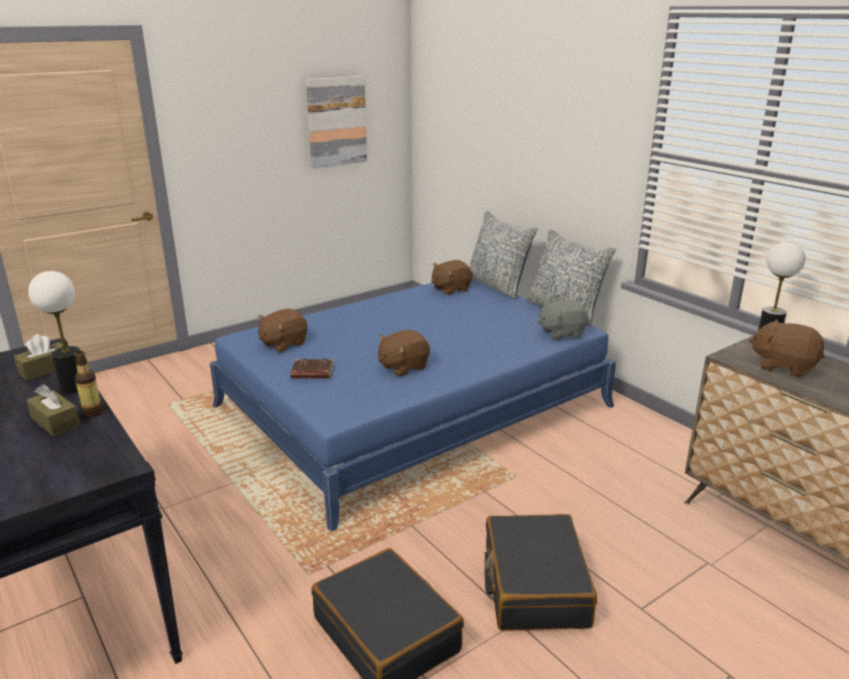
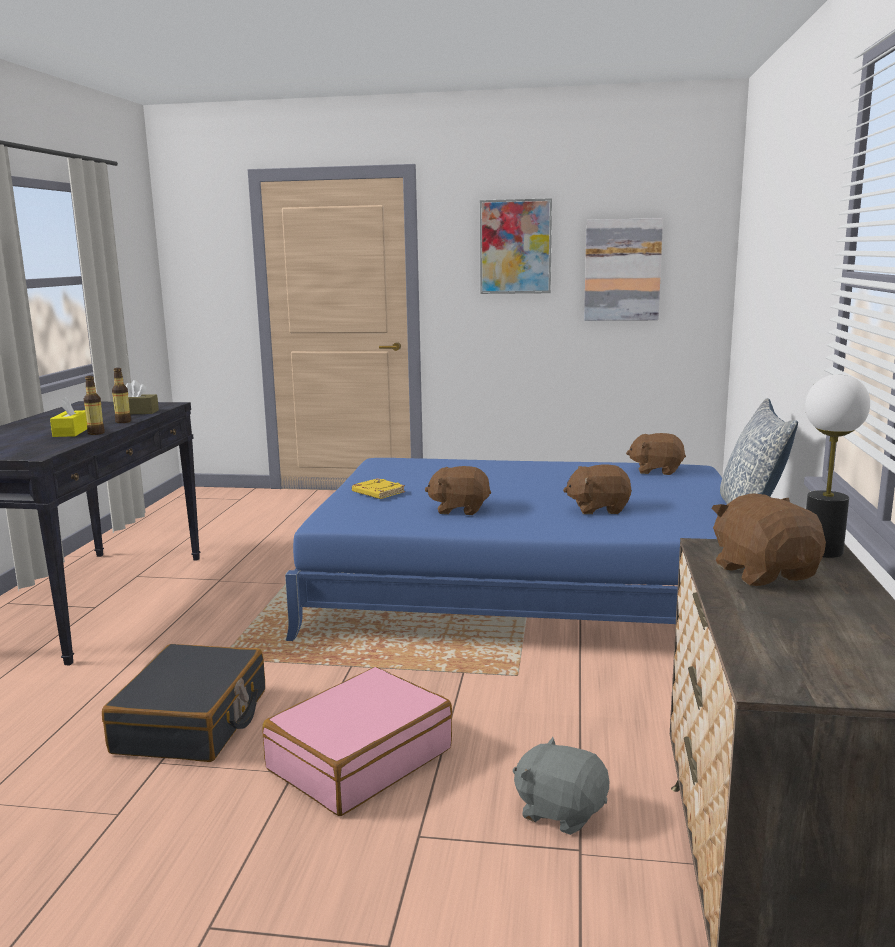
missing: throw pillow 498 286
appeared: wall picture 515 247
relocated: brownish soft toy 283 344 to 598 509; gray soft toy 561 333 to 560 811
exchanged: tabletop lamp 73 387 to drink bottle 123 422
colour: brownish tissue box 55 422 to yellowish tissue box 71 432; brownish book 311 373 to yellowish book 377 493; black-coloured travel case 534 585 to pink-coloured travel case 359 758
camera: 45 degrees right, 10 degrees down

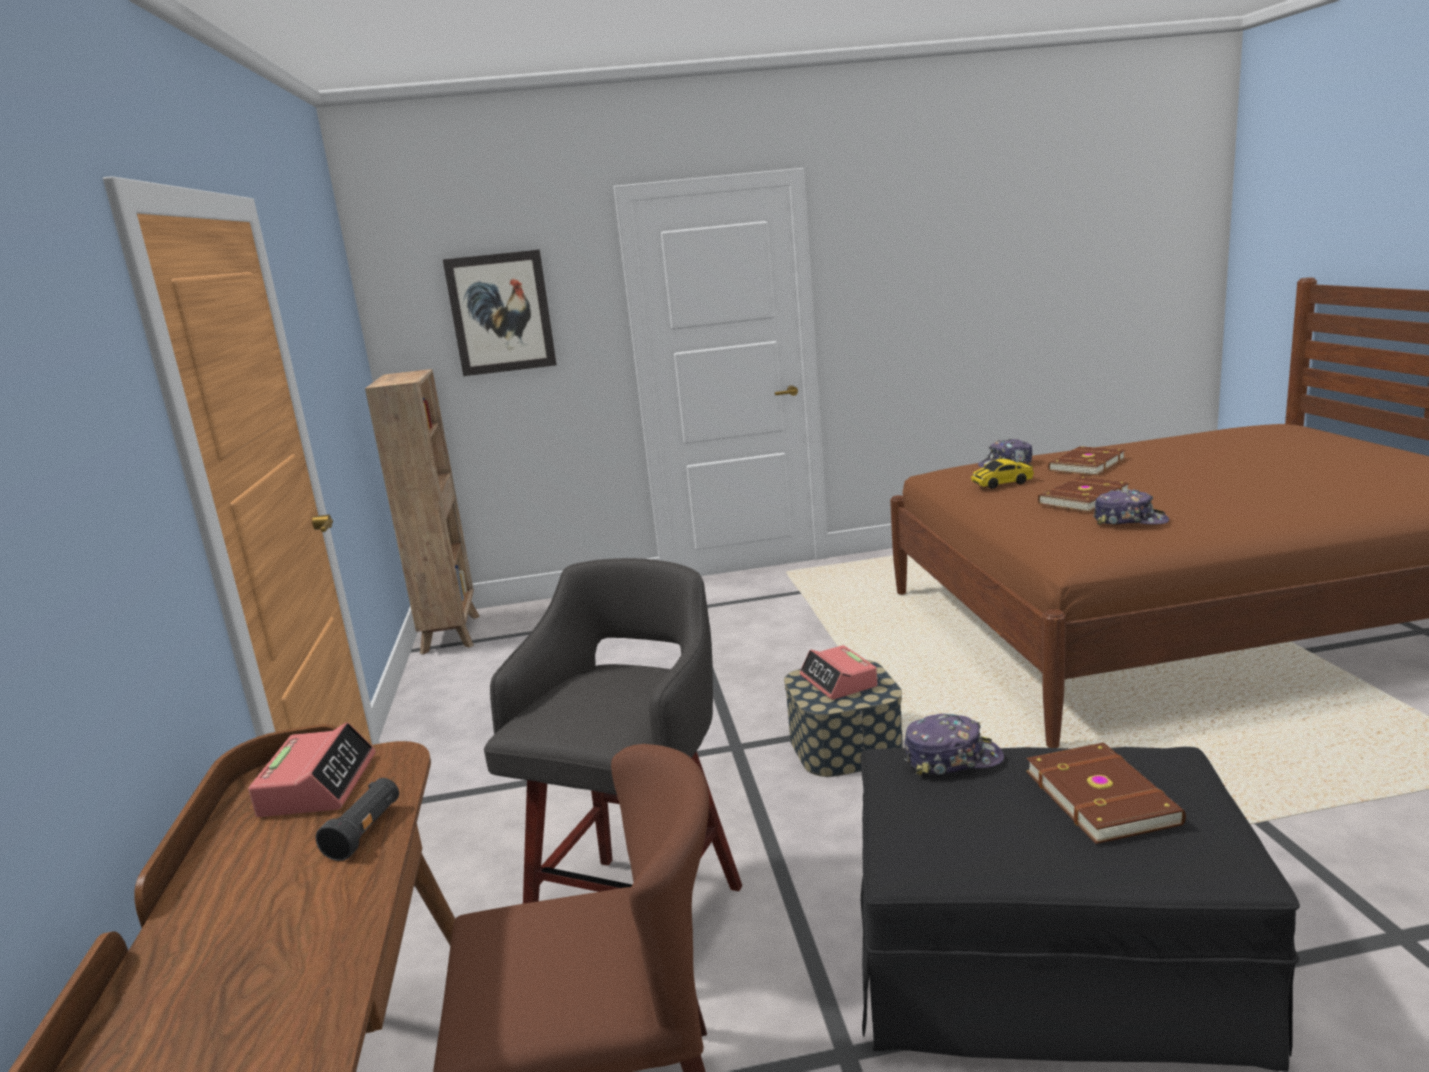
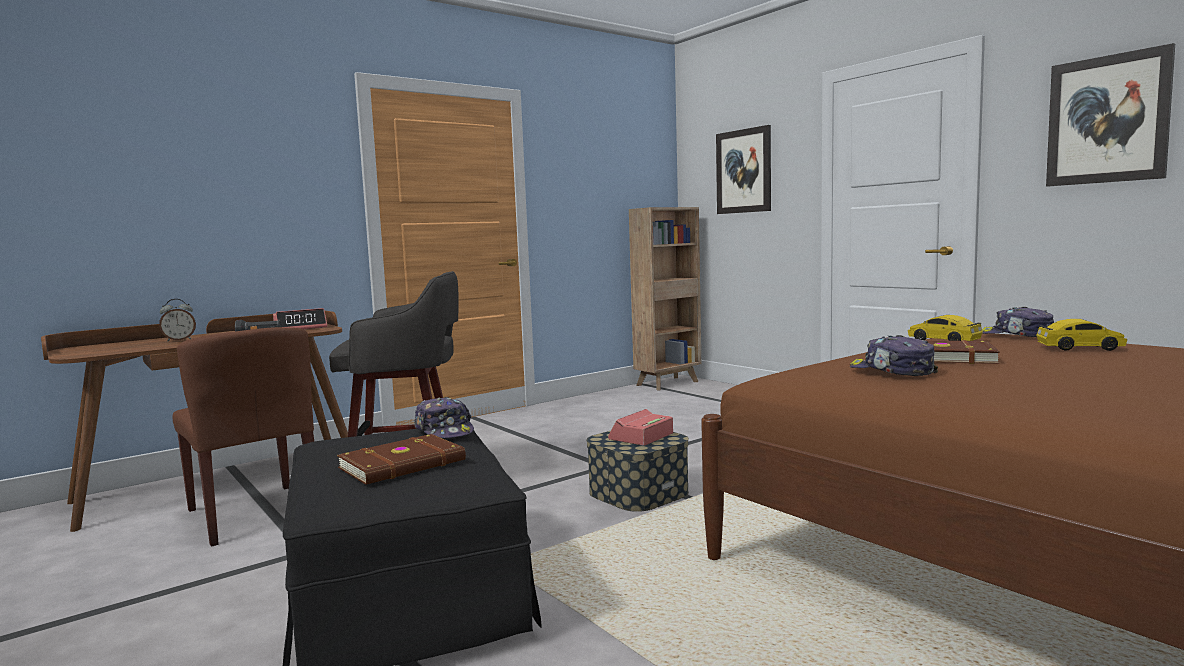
appeared: alarm clock 179 340; wall picture 1107 120
exchanged: brownish book 1085 465 to toy car 1080 348
spun: baseball cap 1130 520 = 892 371 150 degrees clockwise
camera: 60 degrees right, 10 degrees down

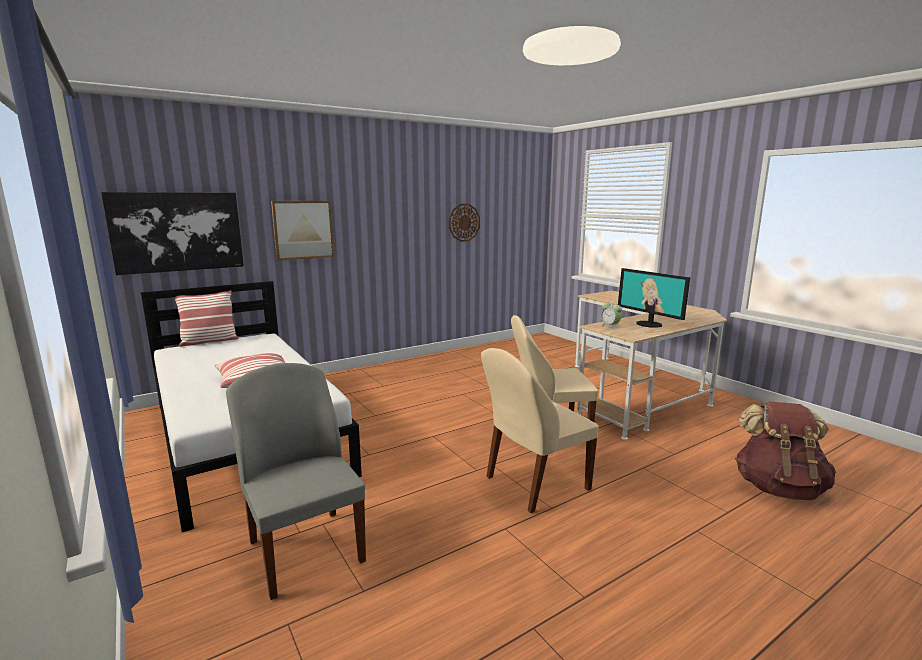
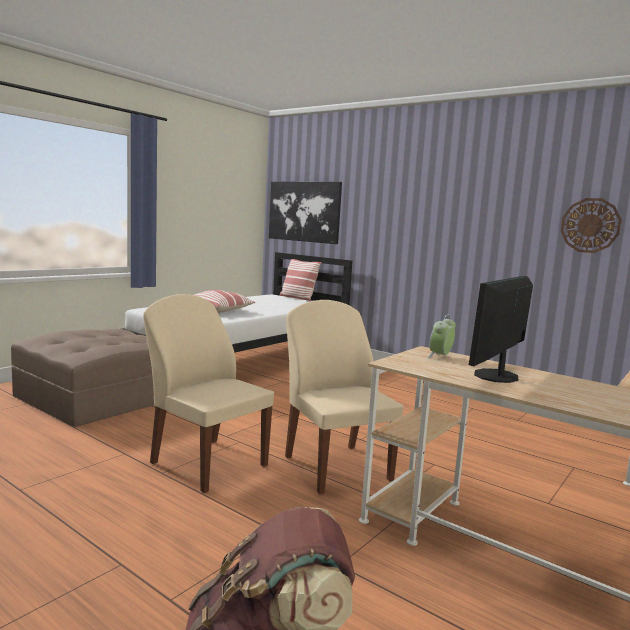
missing: wall picture 303 229
exchanged: gray upright chair 305 549 to brownish footrest 100 396
camera: 70 degrees right, 5 degrees down

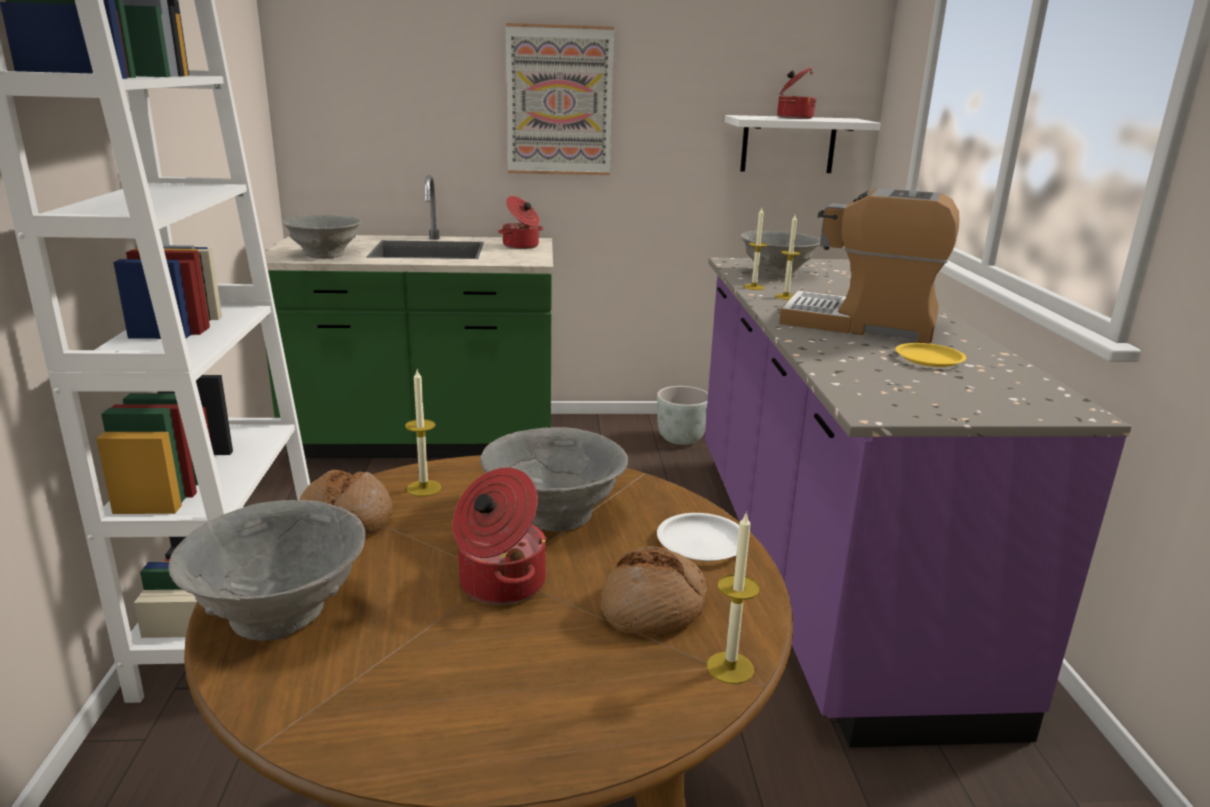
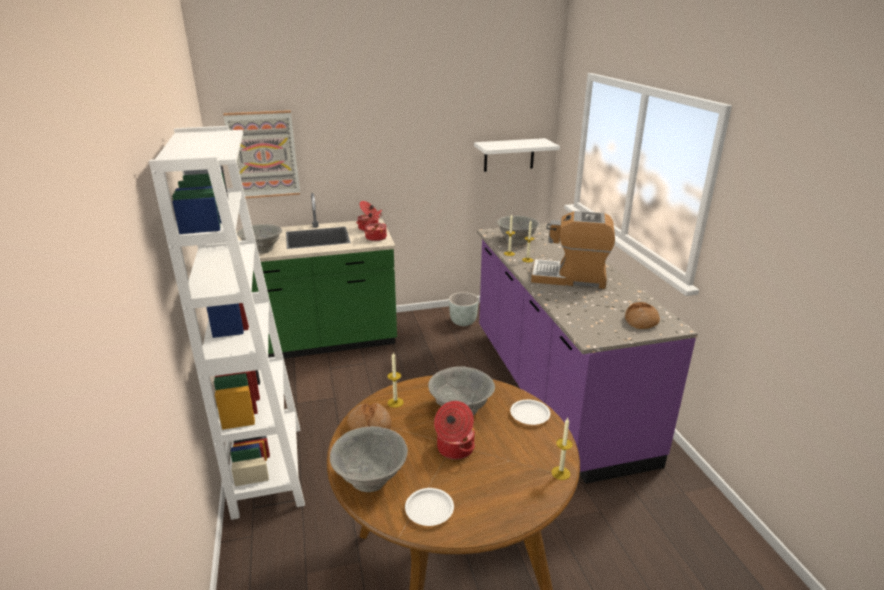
missing: yellowish dinner plate 929 359
appeared: white dinner plate 429 509
relocated: wall picture 559 101 to 263 155; bread 653 607 to 641 321; cooking pot 793 118 to 375 237
camera: 10 degrees left, 5 degrees up

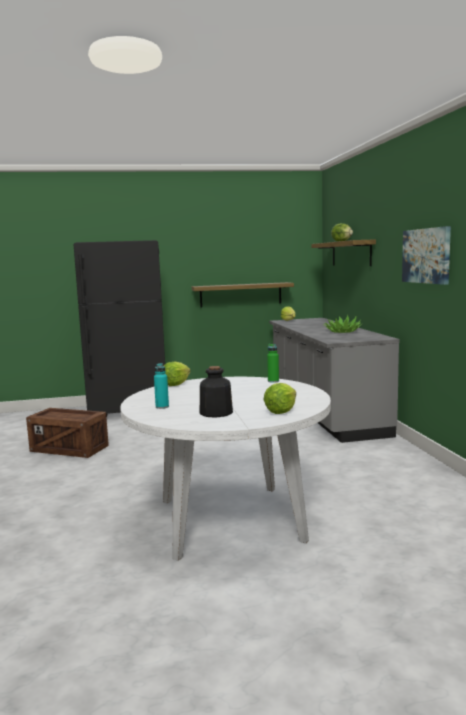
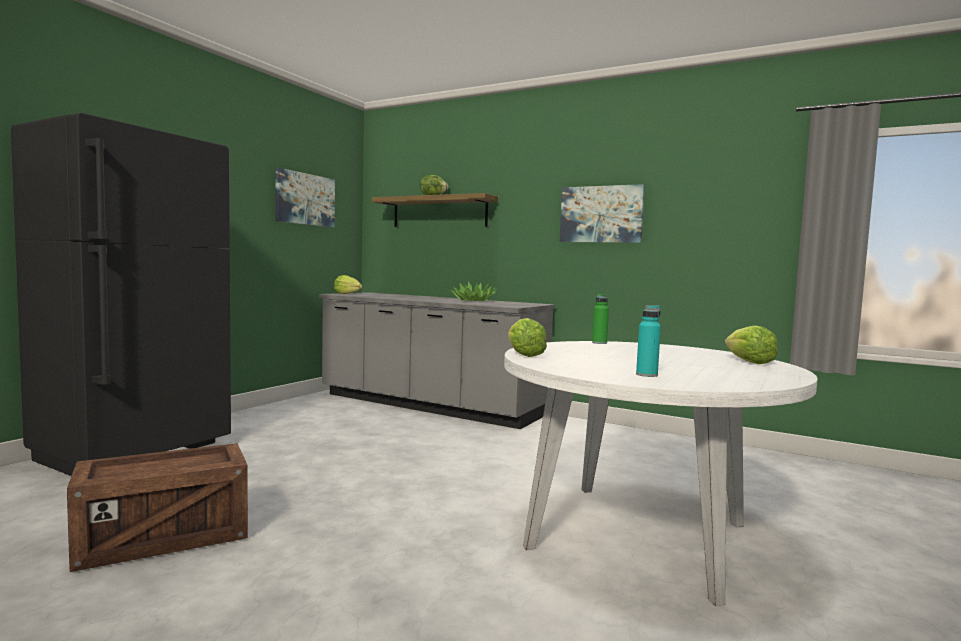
missing: bracket shelf 241 294; drink bottle 215 413
appeared: wall picture 305 199
camera: 50 degrees left, 5 degrees down

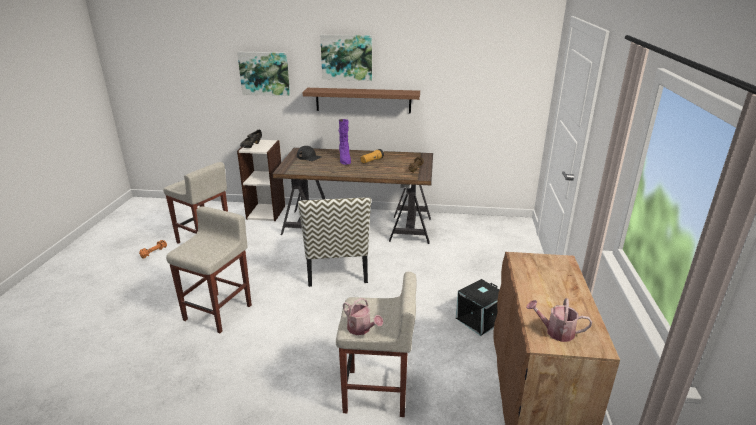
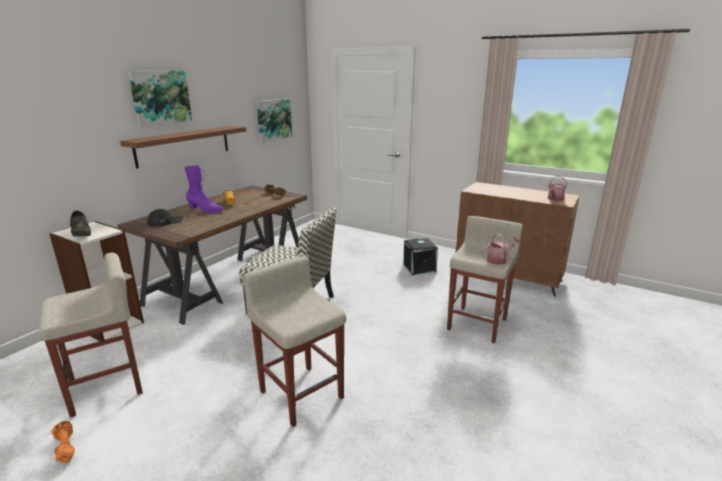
relocated: wall picture 264 73 to 273 120
camera: 65 degrees left, 5 degrees down

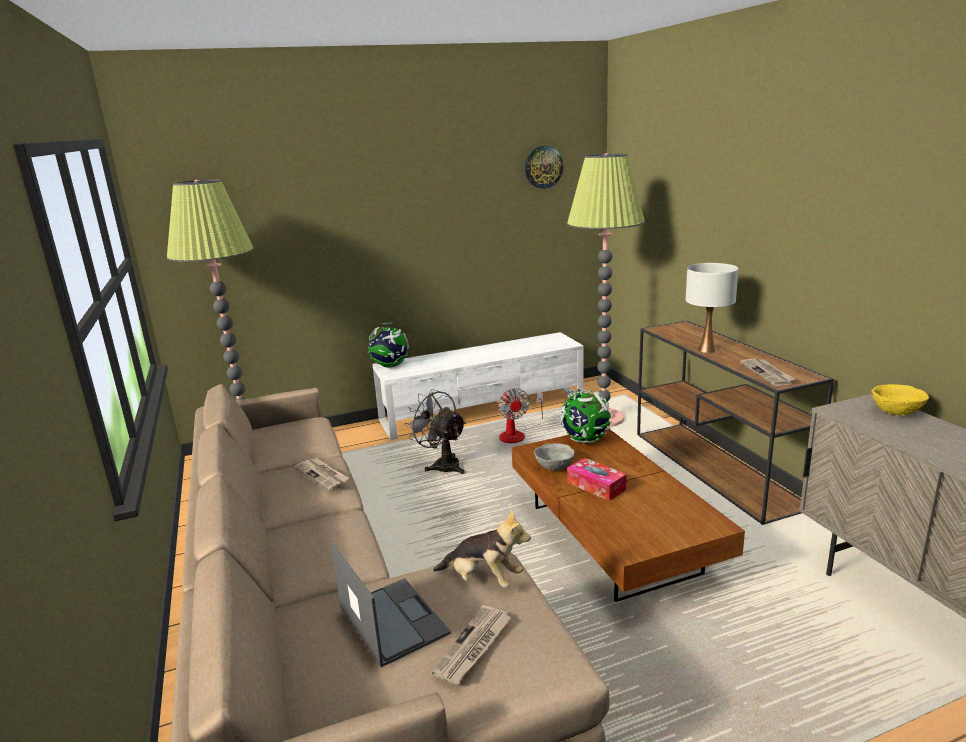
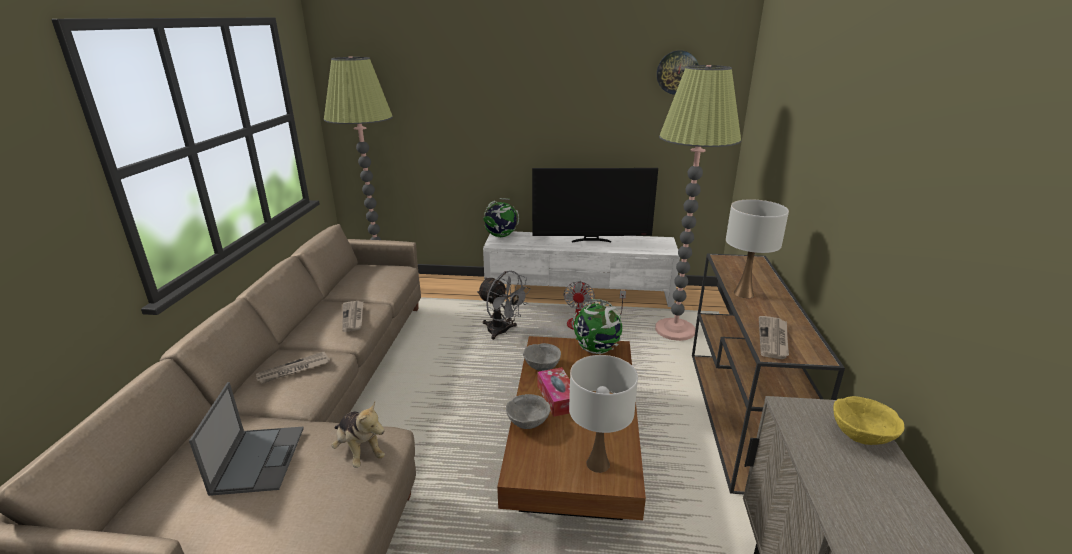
appeared: gray deep dish 527 423; TV set 591 240; white tabletop lamp 598 463
relocated: daily paper 473 647 to 293 370
spun: gray electric fan 442 465 = 502 332 150 degrees clockwise
camera: 25 degrees right, 5 degrees up

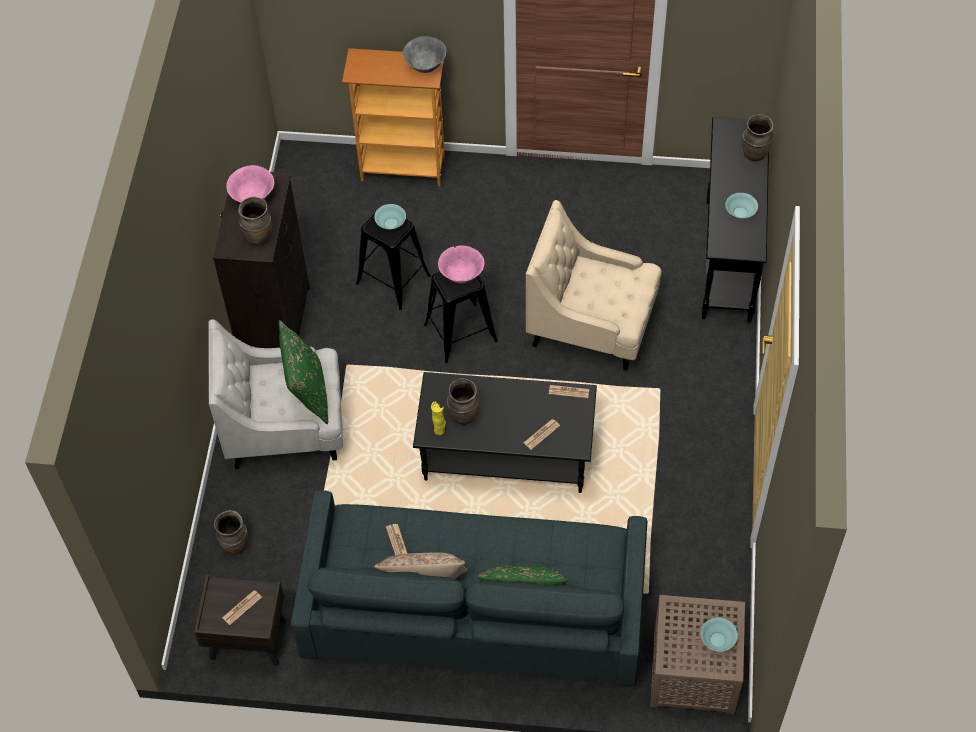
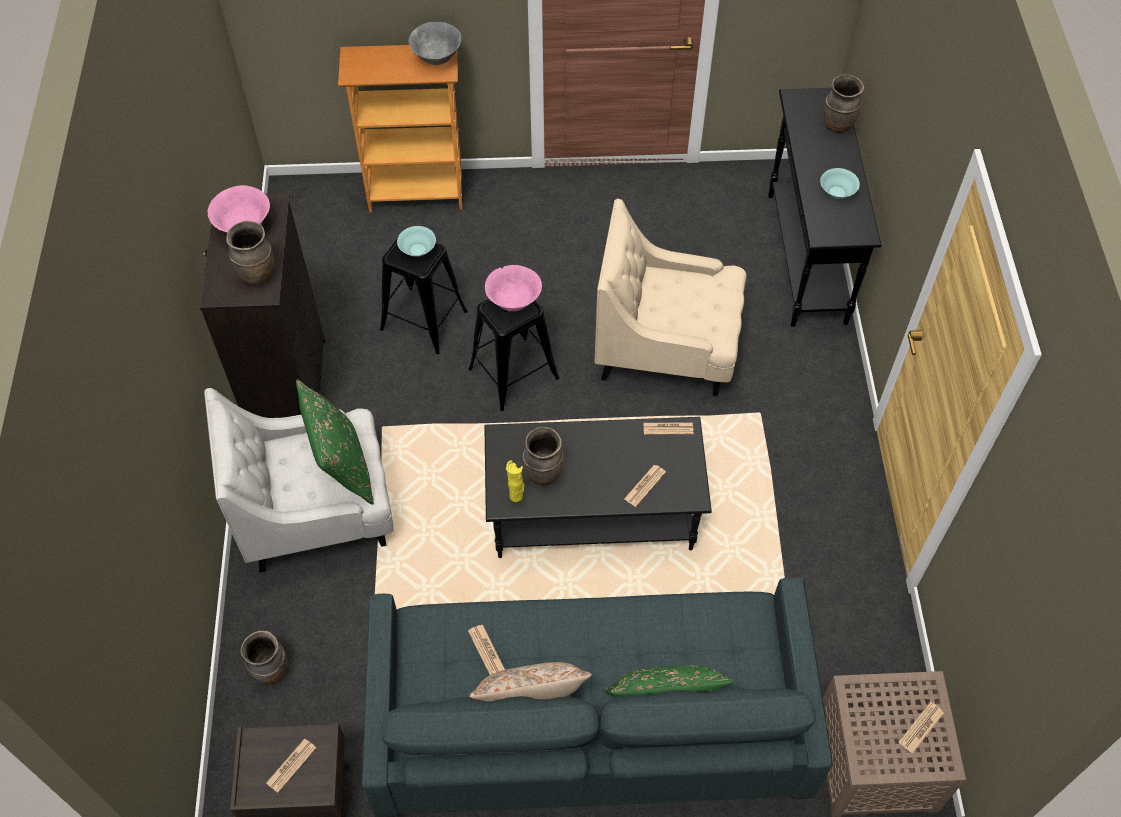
exchanged: turquoise-coloured deep dish 717 640 to daily paper 921 727
camera: 10 degrees left, 0 degrees up

